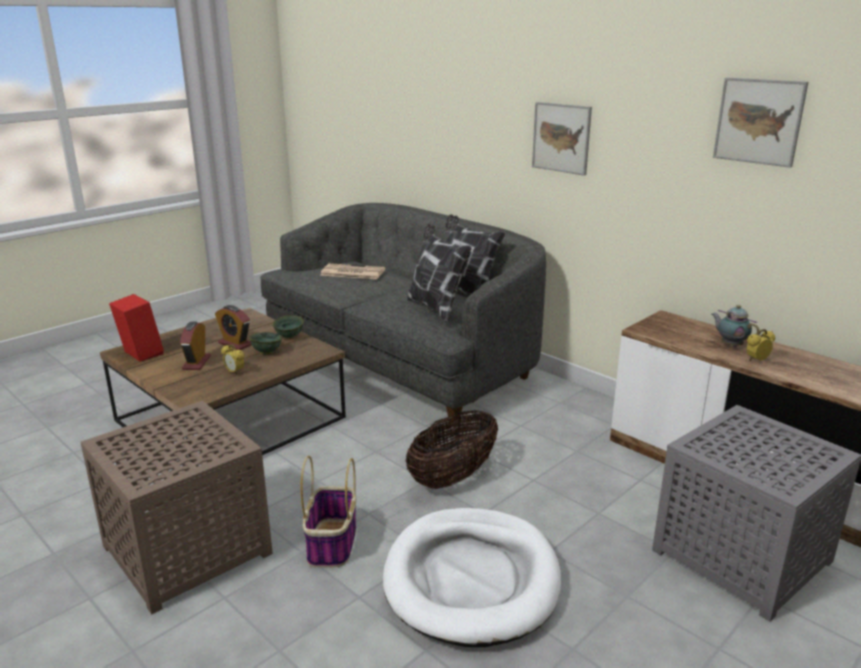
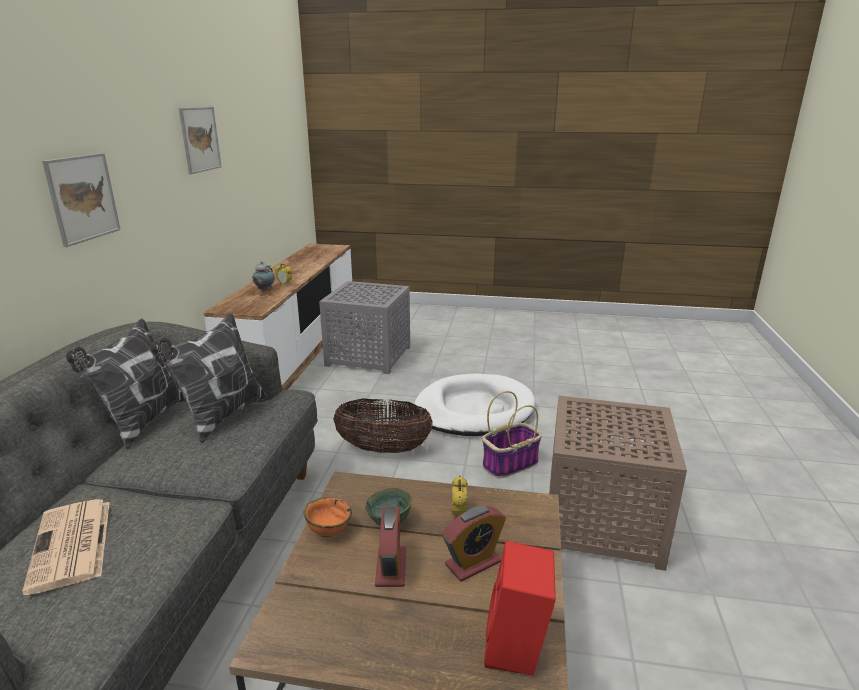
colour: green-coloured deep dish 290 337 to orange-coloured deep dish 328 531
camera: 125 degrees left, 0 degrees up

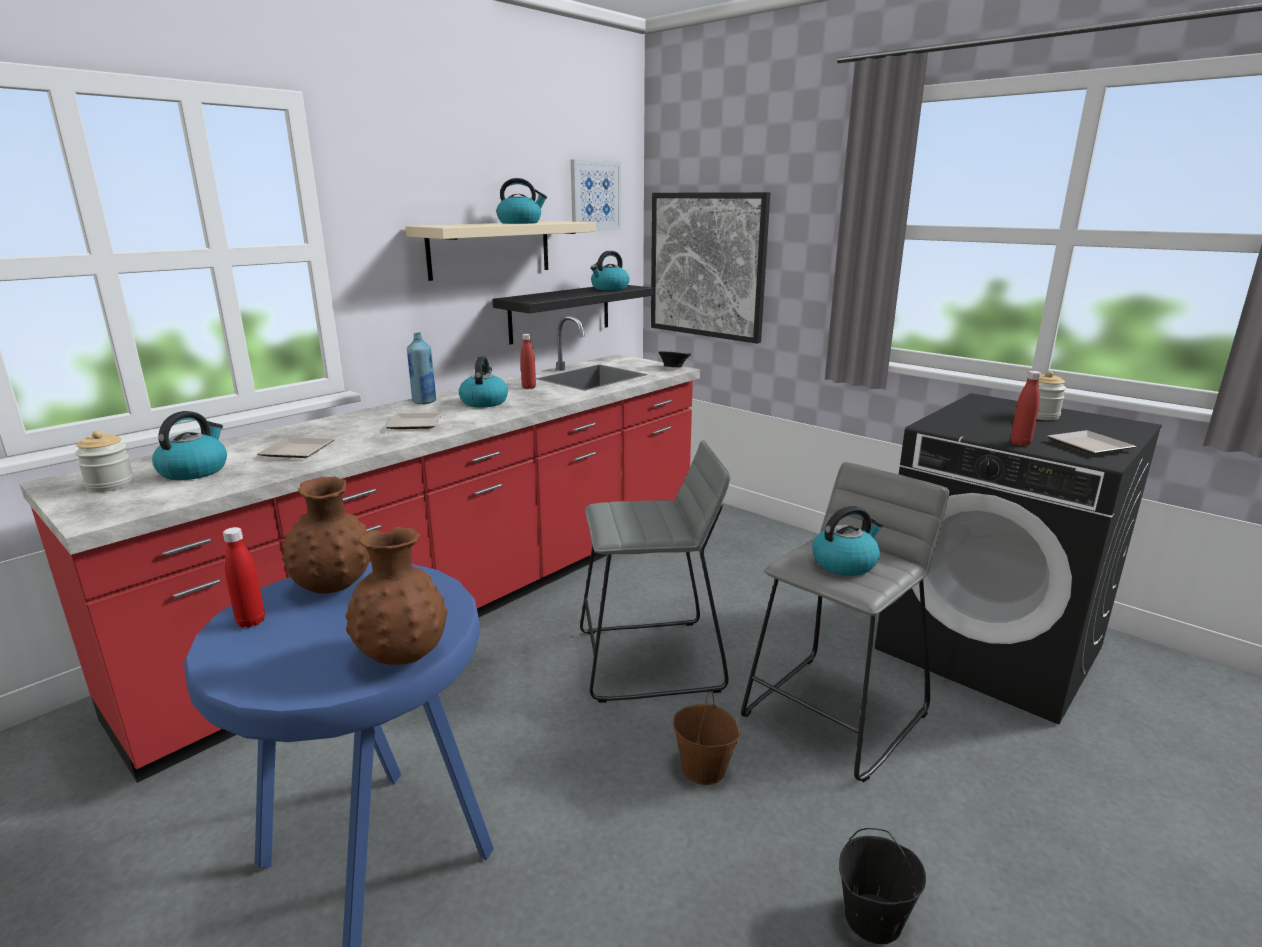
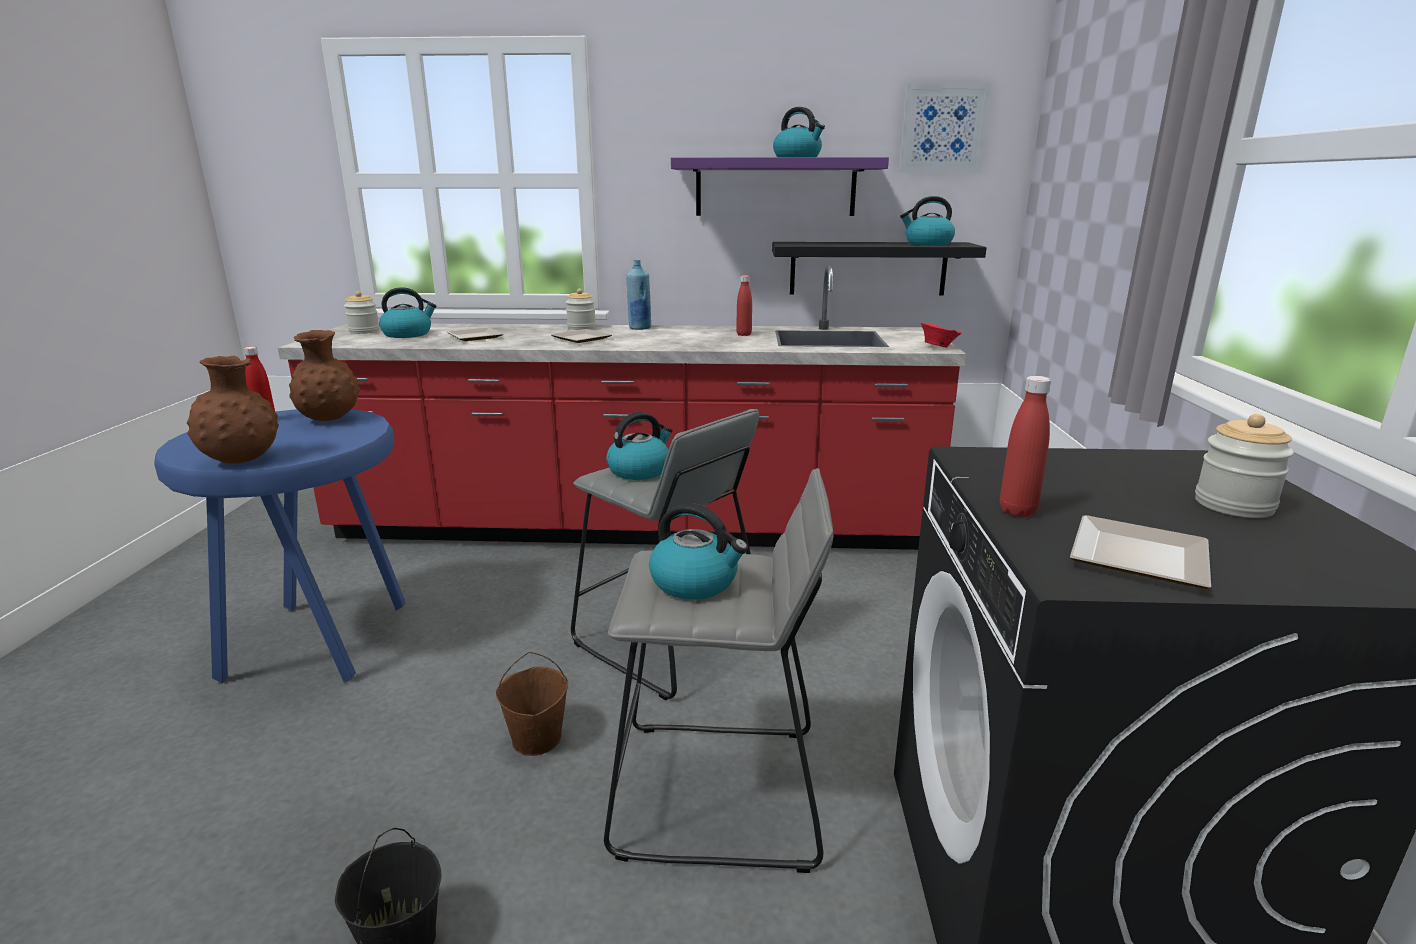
missing: wall picture 707 265
appeared: preserve jar 581 328
relocated: tea kettle 484 402 to 640 470
colour: sand-coloured bracket shelf 490 249 to purple-coloured bracket shelf 775 187; black-coloured deep dish 673 368 to reddish deep dish 938 347
camera: 50 degrees right, 0 degrees up

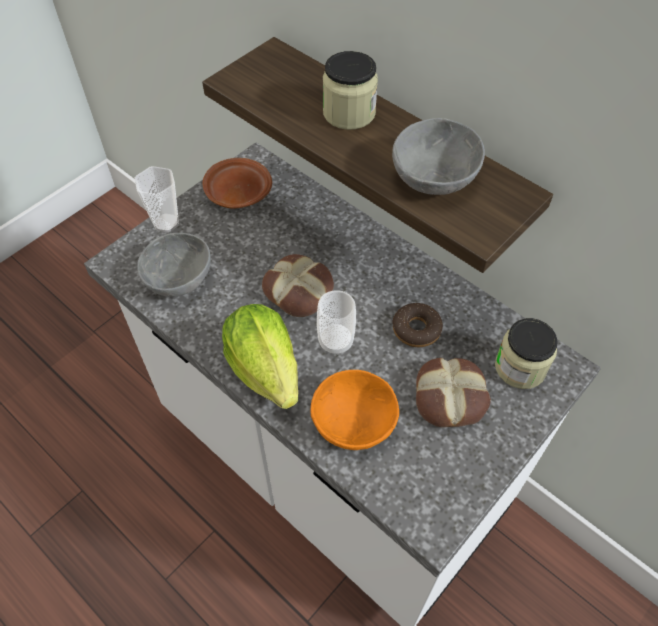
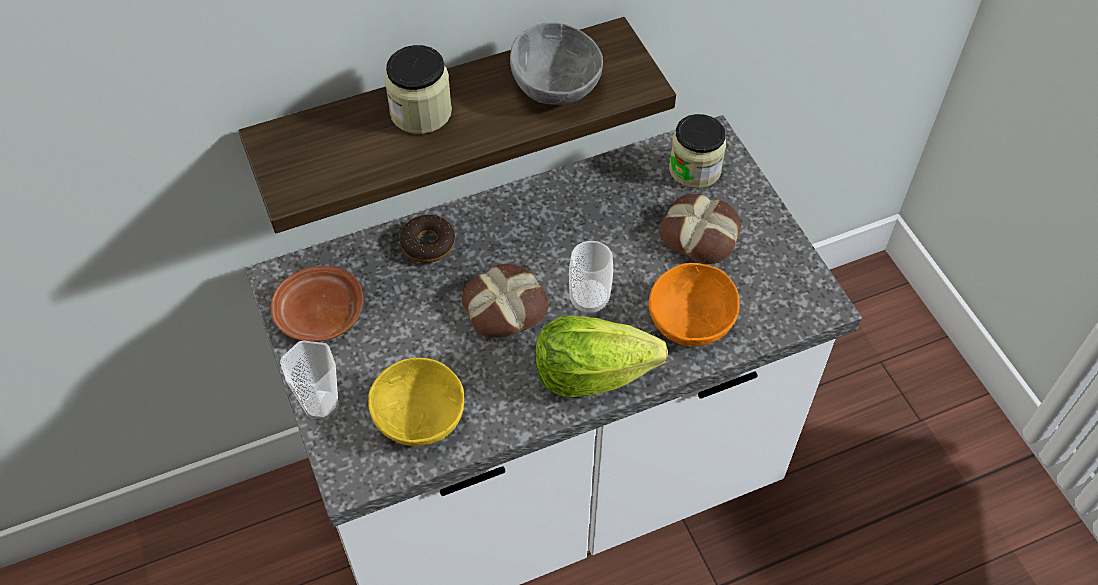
relocated: doughnut 416 329 to 428 244
colour: gray deep dish 177 279 to yellowish deep dish 419 419
camera: 65 degrees left, 0 degrees up

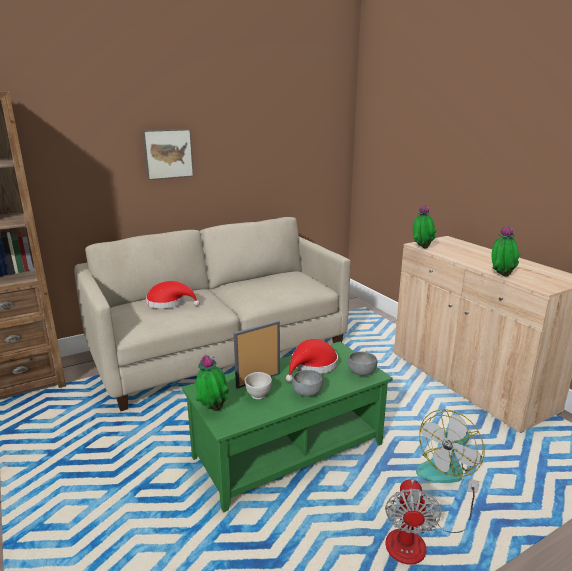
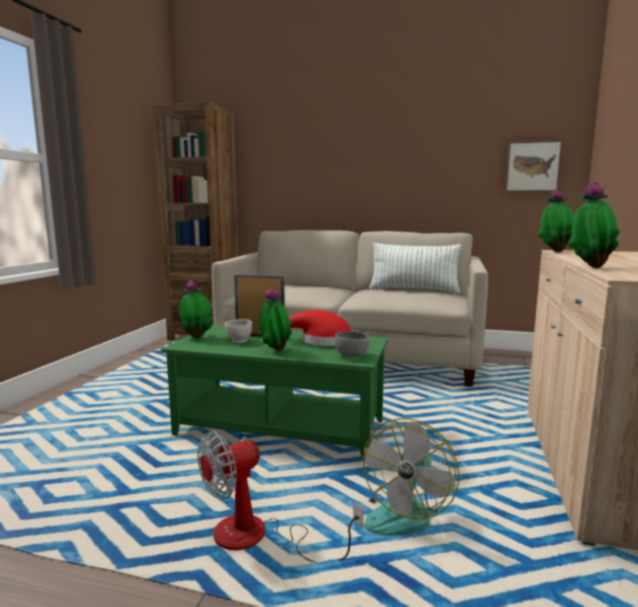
missing: reddish wearable hat 169 302
appeared: throw pillow 413 290
relocated: wall picture 167 153 to 532 167
exchanged: gray deep dish 307 393 to potted plant 274 350
spun: electric fan 445 467 = 403 512 60 degrees counterclockwise
camera: 45 degrees right, 10 degrees down

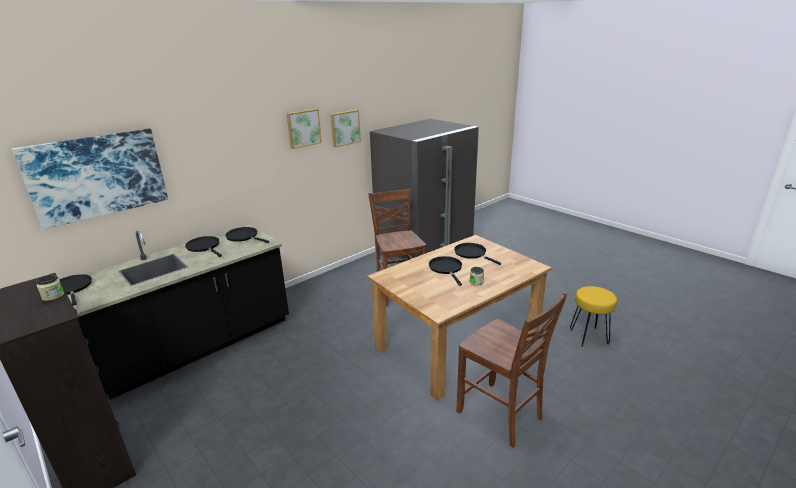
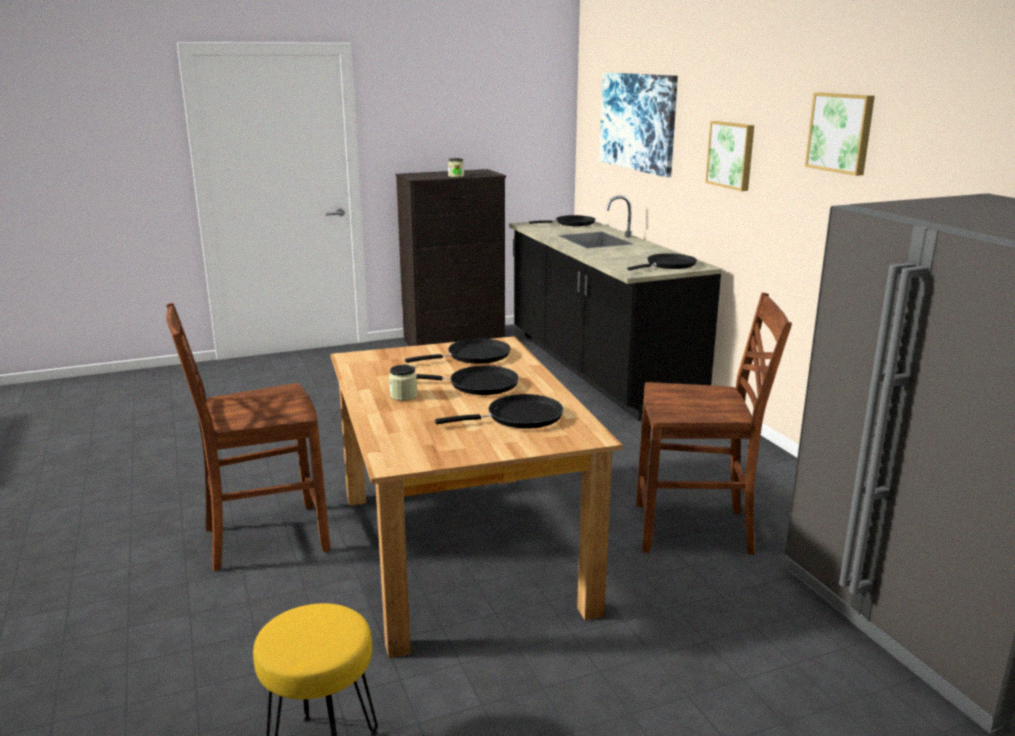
relocated: black-coloured pan 204 247 to 474 356; wall picture 344 128 to 732 155
camera: 110 degrees right, 5 degrees down

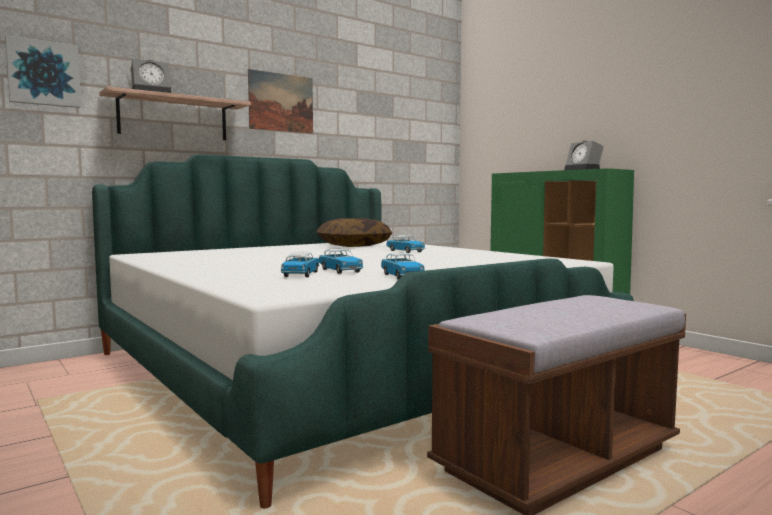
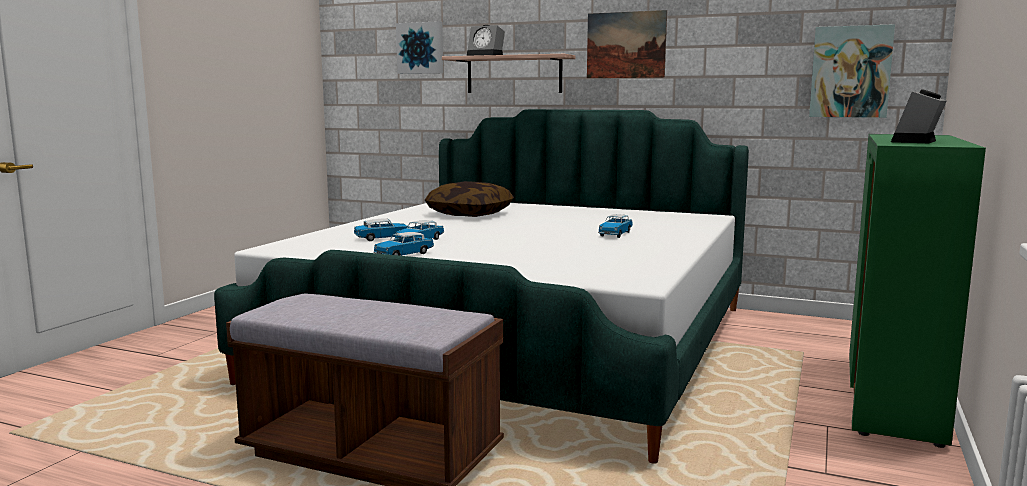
appeared: wall picture 850 72
relocated: throw pillow 353 245 to 470 214
camera: 60 degrees right, 5 degrees up

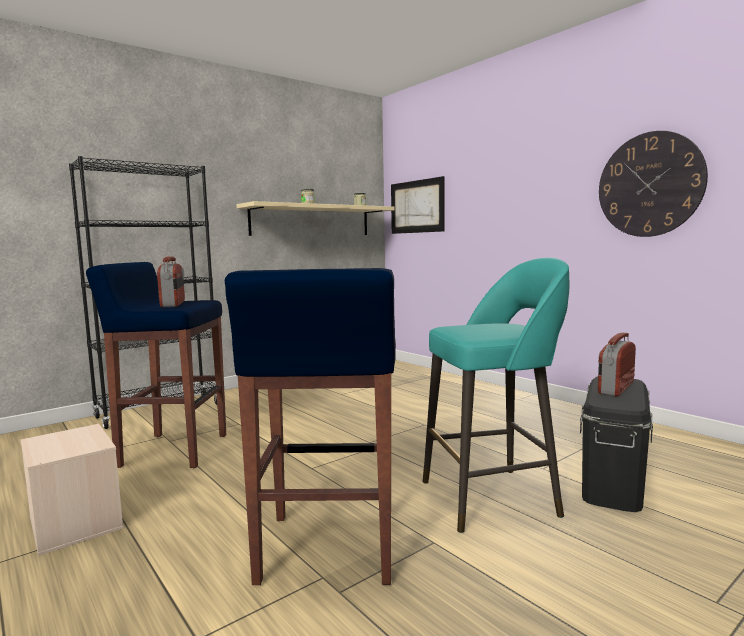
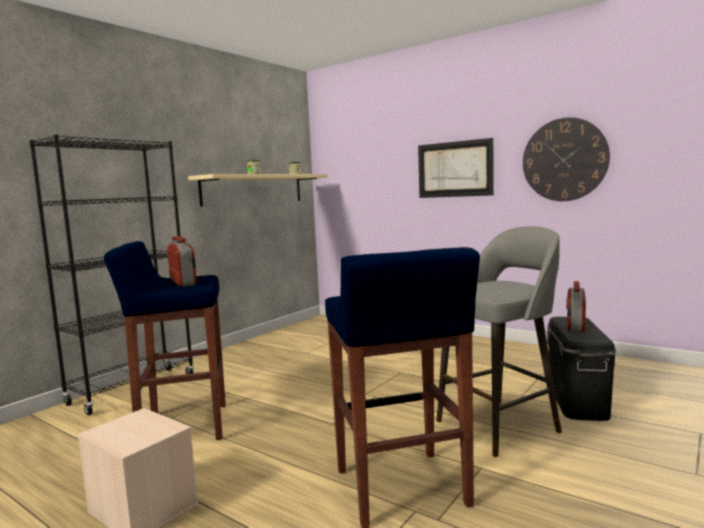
relocated: wall picture 416 206 to 454 169
colour: turquoise-coloured stool 492 498 to gray stool 500 426
camera: 15 degrees left, 0 degrees up

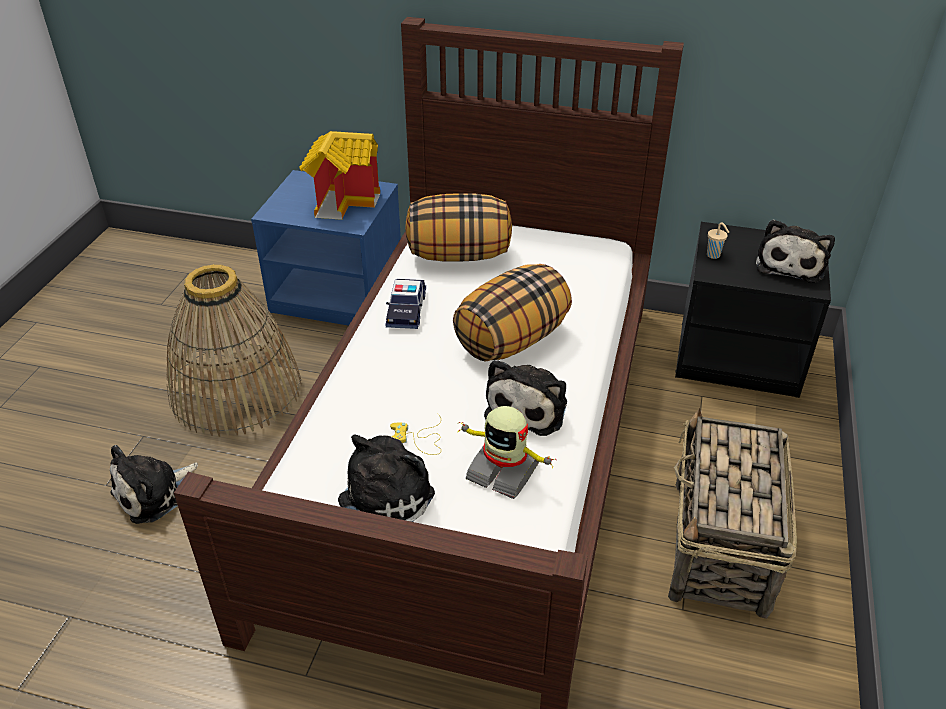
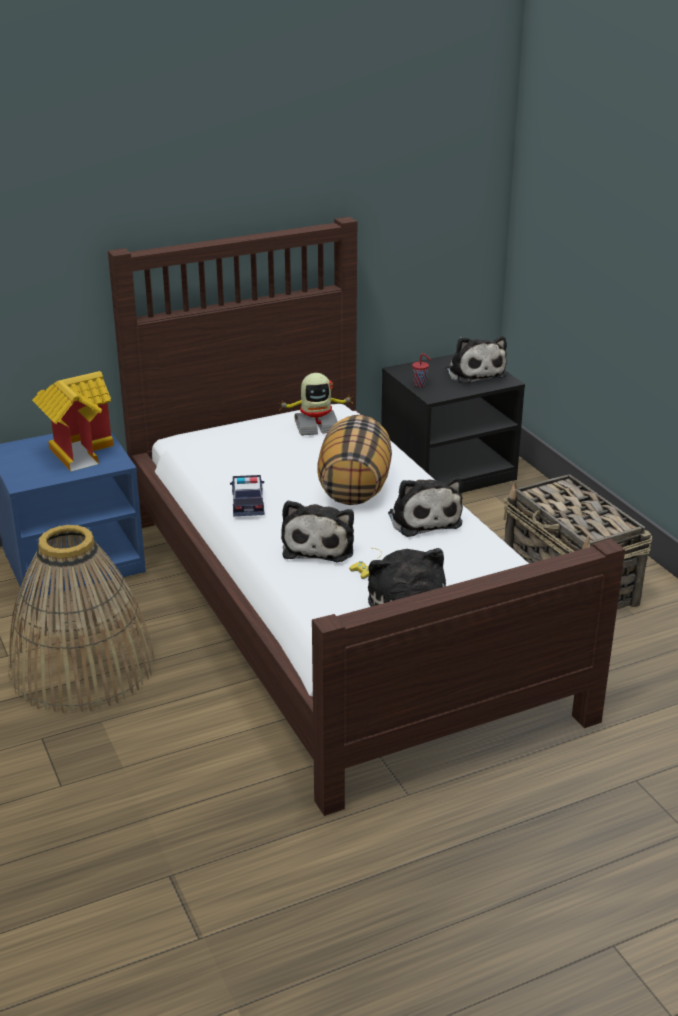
missing: throw pillow 459 255
relocated: soft toy 155 493 to 319 545; toy robot 503 471 to 316 426
colour: sand-coloured drinking cup 714 255 to reddish drinking cup 420 385
spun: toy car 406 310 = 248 502 150 degrees counterclockwise
camera: 40 degrees left, 10 degrees down

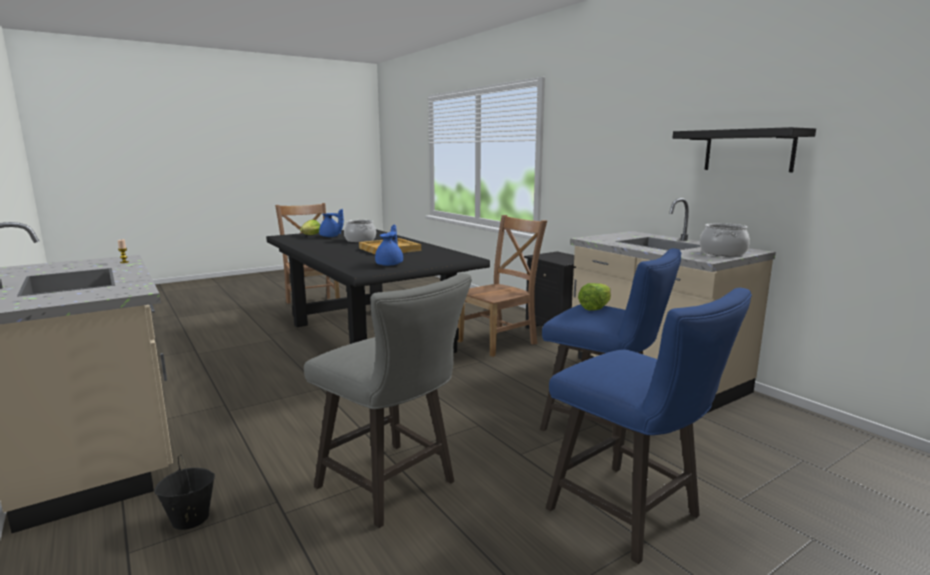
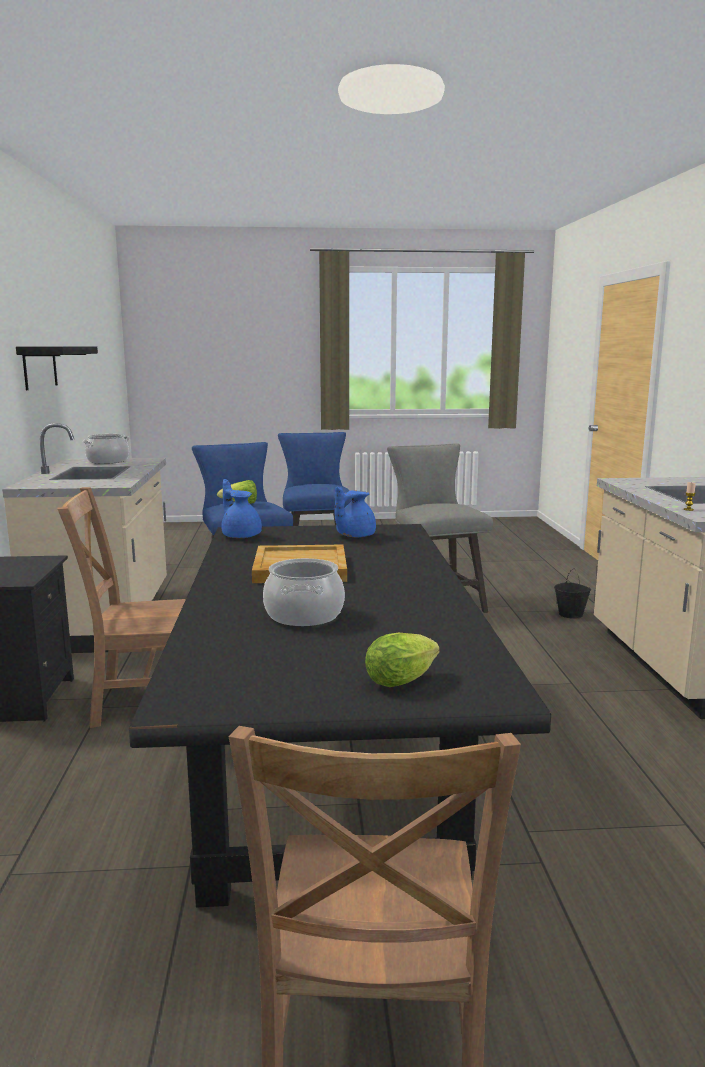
relocated: blue-coloured teapot 331 236 to 241 535
camera: 150 degrees left, 0 degrees up

